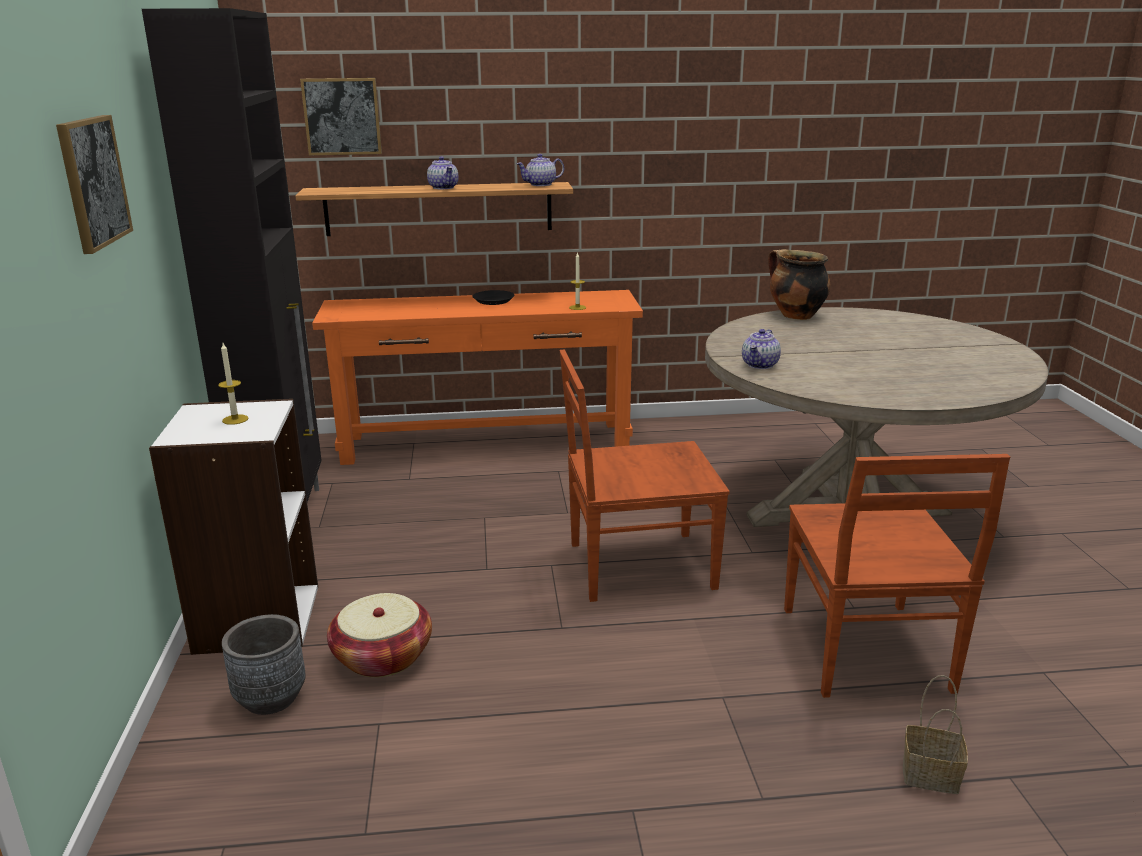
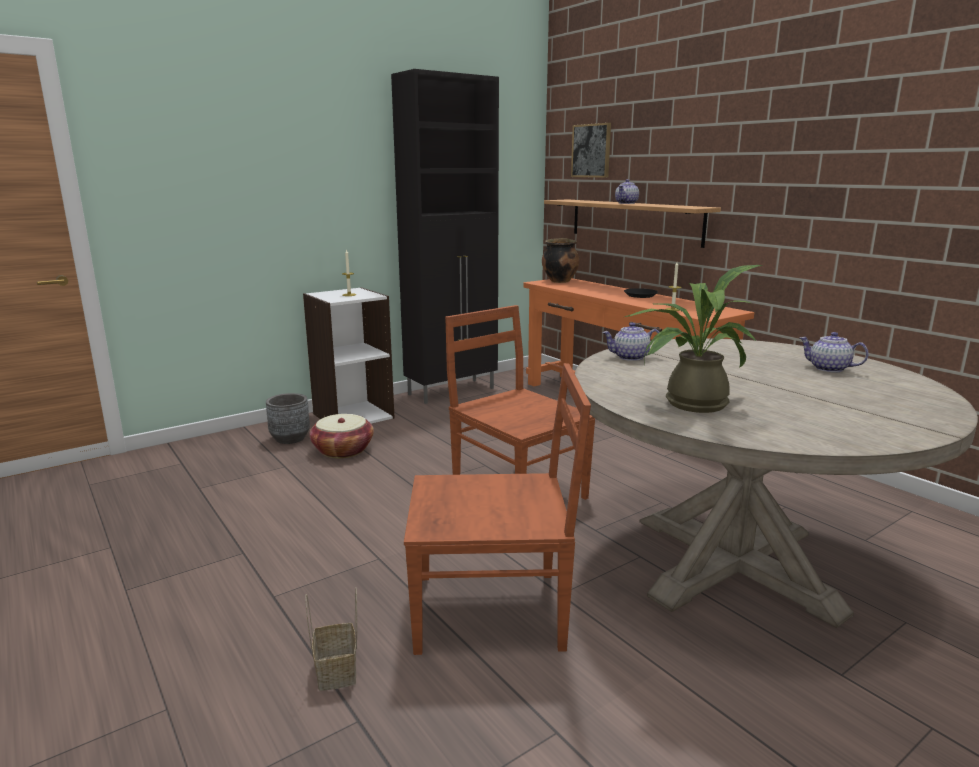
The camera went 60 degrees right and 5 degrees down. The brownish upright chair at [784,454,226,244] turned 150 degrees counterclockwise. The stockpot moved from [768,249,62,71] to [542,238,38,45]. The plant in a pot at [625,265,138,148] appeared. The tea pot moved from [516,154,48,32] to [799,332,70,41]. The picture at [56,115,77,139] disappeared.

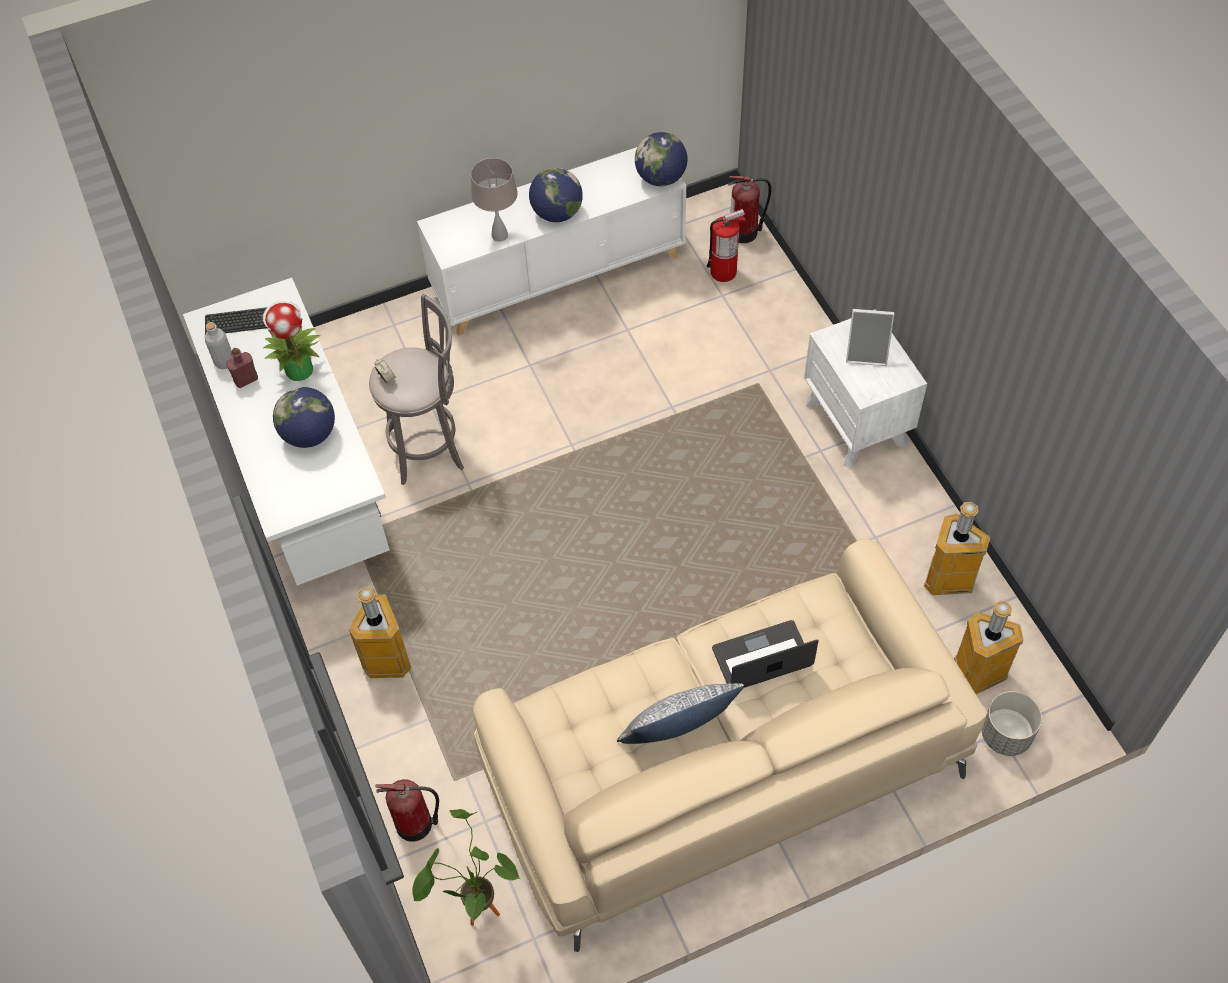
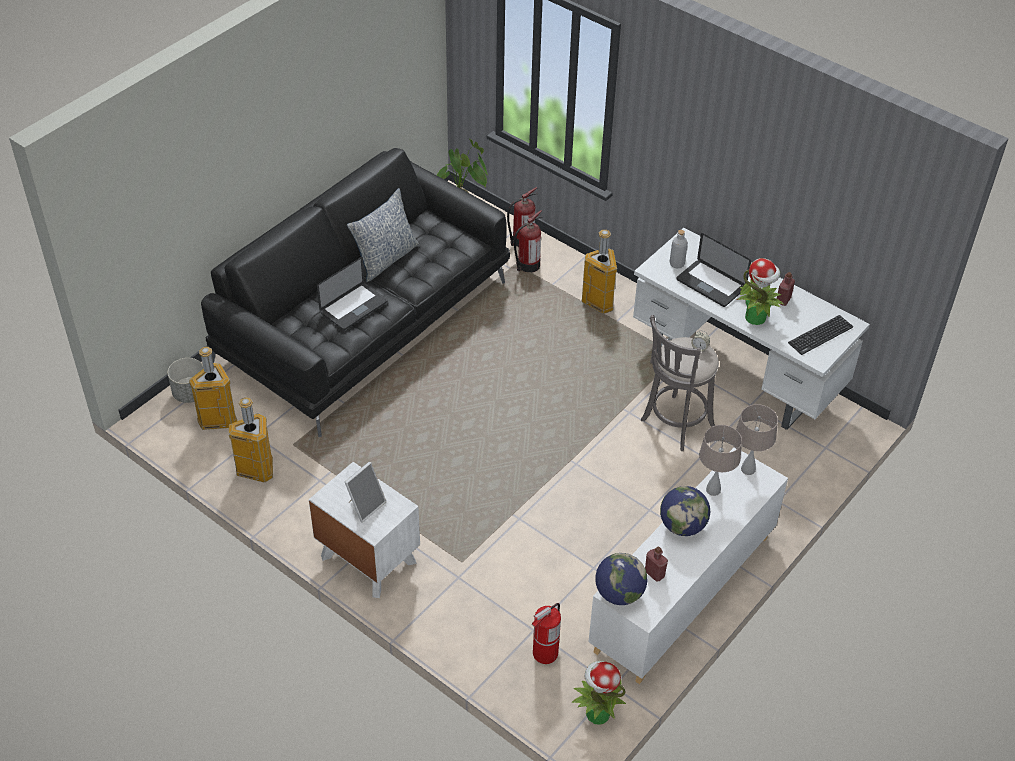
The camera went 150 degrees right and 10 degrees down. The beige couch at [473,539,514,413] became the black couch at [201,148,309,289]. The photo frame at [846,309,49,57] turned 150 degrees clockwise. The extinguisher moved from [728,176,43,67] to [514,210,28,63]. The plant in a pot at [571,661,55,64] appeared. The red beverage bottle at [645,547,23,35] appeared. The gray beverage bottle moved from [205,322,28,47] to [670,230,18,38]. The world globe at [273,387,62,61] was replaced by the laptop at [676,233,75,74]. The beige tabletop lamp at [736,404,42,71] appeared.

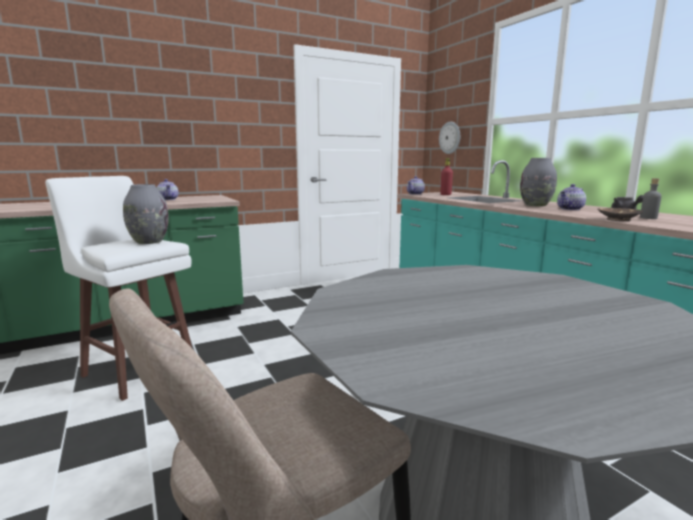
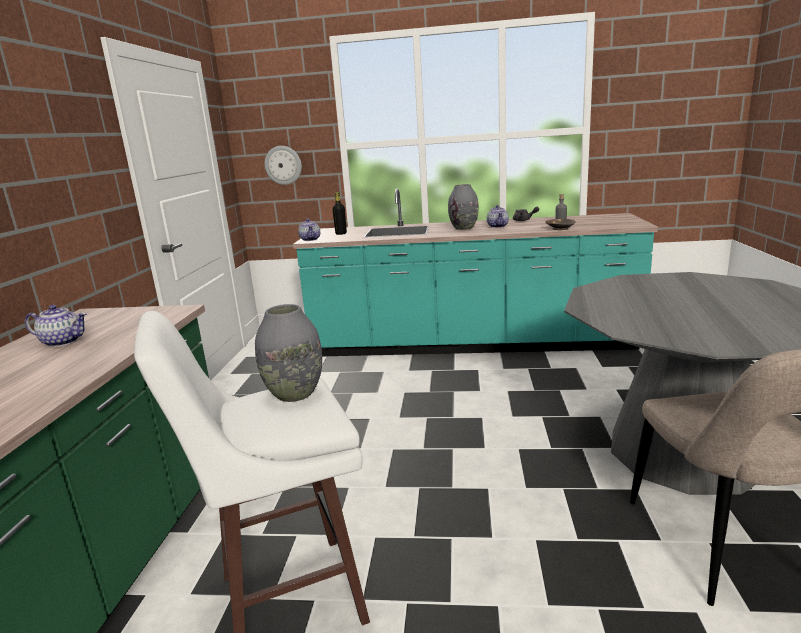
The camera went 55 degrees left and 5 degrees up. The red beverage bottle at [441,158,12,37] became the black beverage bottle at [332,192,15,43].

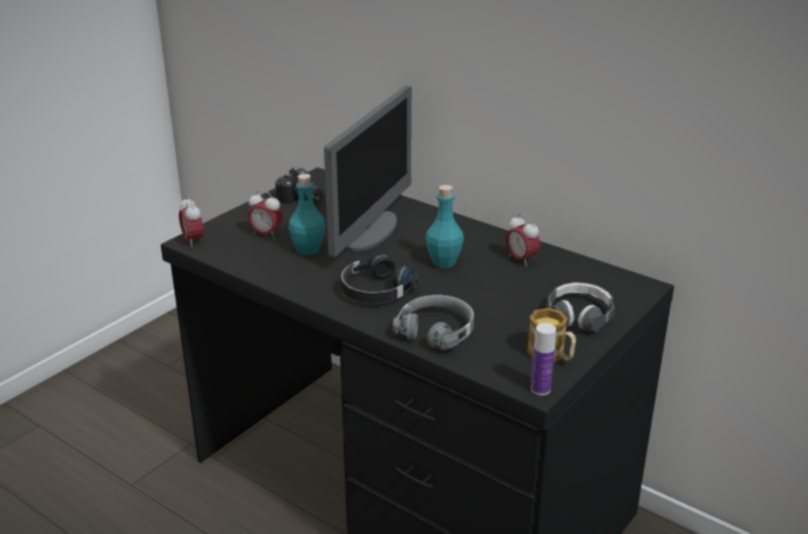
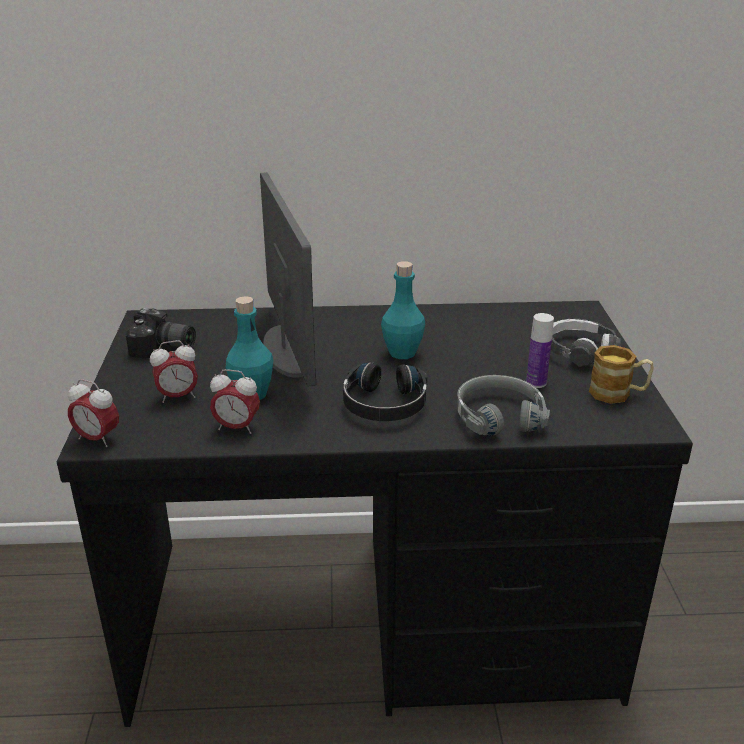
The camera went 40 degrees left and 0 degrees up. The alarm clock moved from [505,214,35,52] to [210,369,50,65]. The beverage bottle moved from [531,323,25,72] to [526,313,28,75].

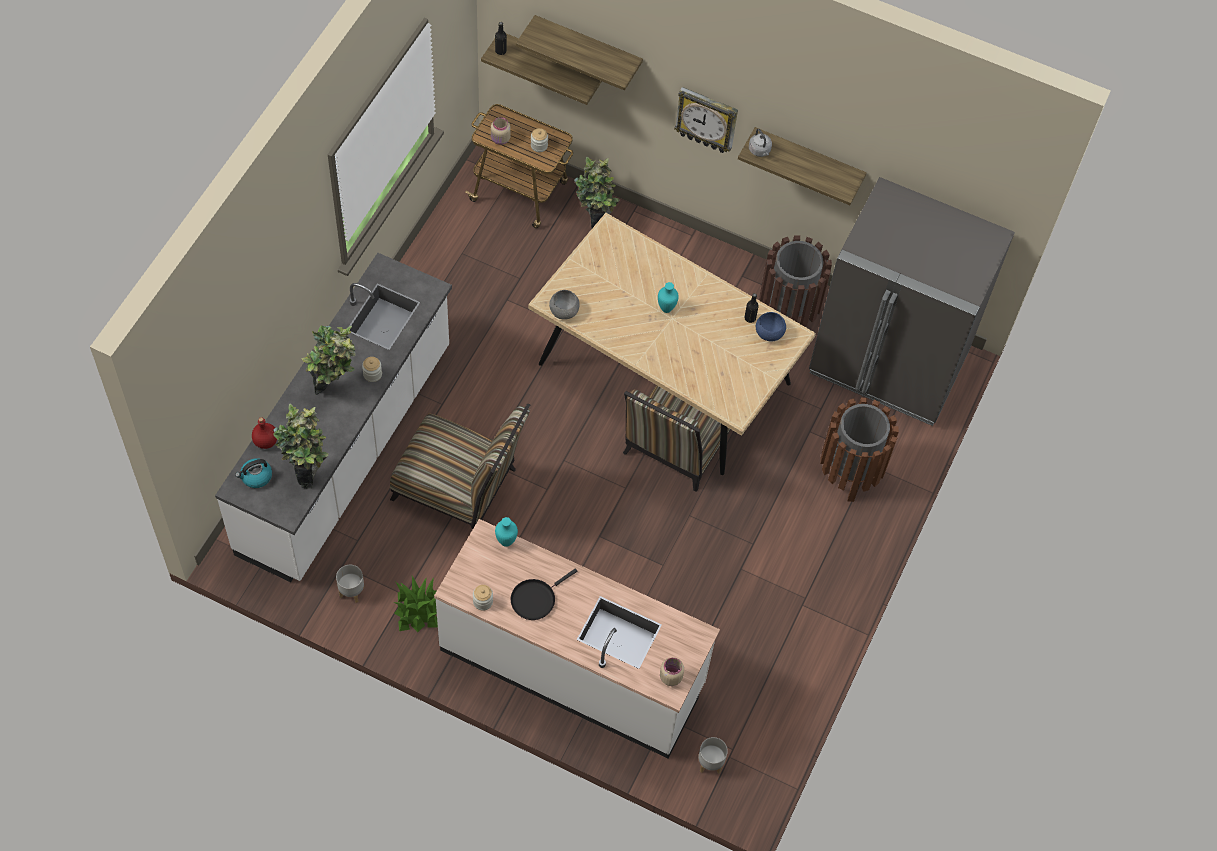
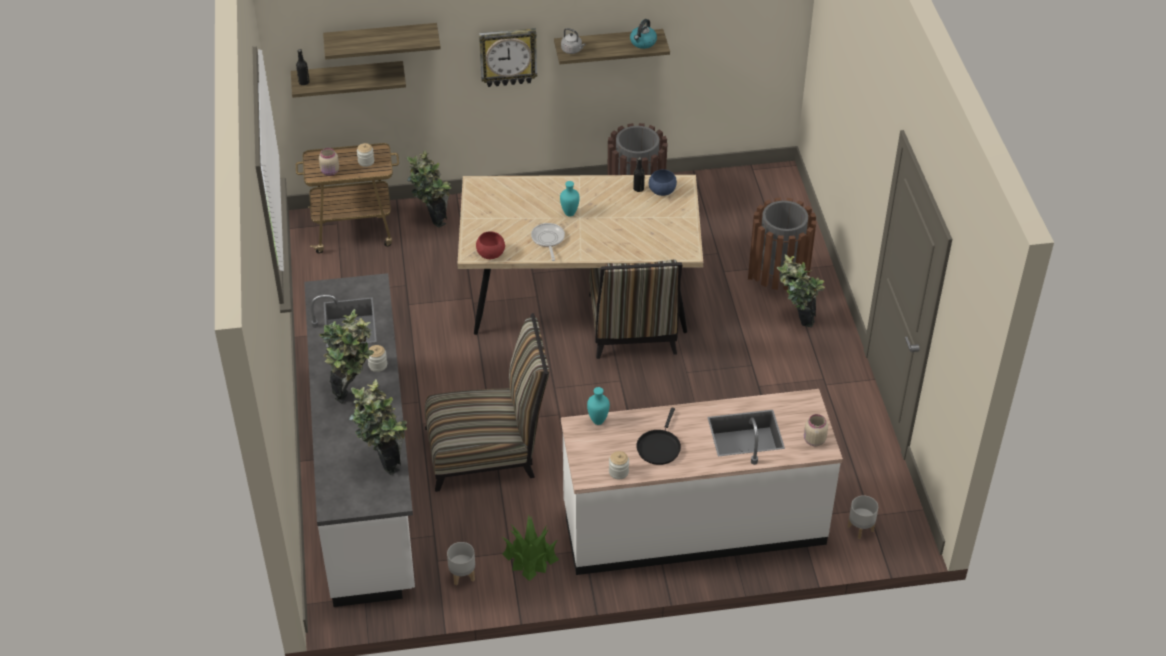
The camera went 30 degrees left and 15 degrees down. The gray bowl at [549,290,31,30] became the red bowl at [476,231,29,28]. The pan at [531,223,34,38] appeared. The tea kettle moved from [235,458,37,30] to [630,19,27,30]. The plant in a pot at [777,254,48,73] appeared. The red beverage bottle at [252,417,25,32] disappeared. The gray kitchen fridge at [809,177,206,249] disappeared.

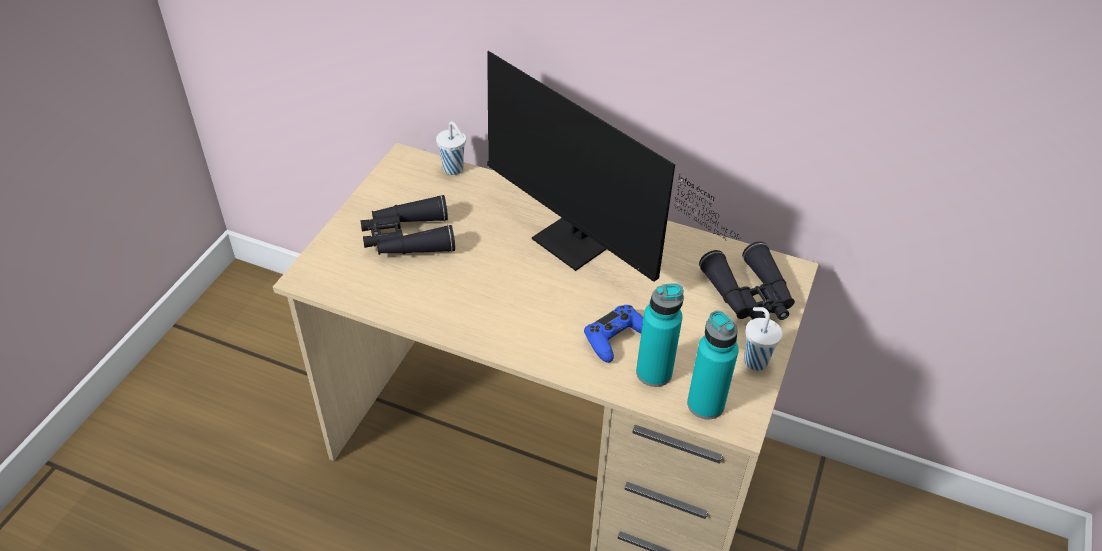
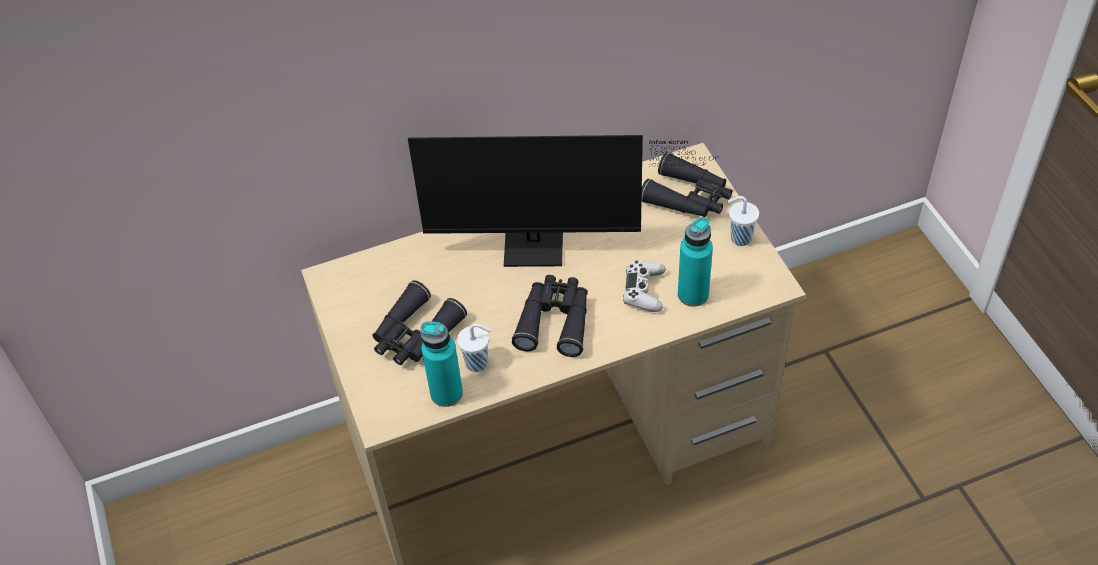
The camera went 40 degrees left and 5 degrees up. The turquoise-coloured beverage bottle moved from [687,310,52,109] to [420,321,43,86]. The whitish small cup moved from [436,121,30,54] to [457,323,35,49]. The black field glasses at [512,275,76,82] appeared. The bluish joypad at [584,305,59,58] became the whitish joypad at [623,260,43,52].

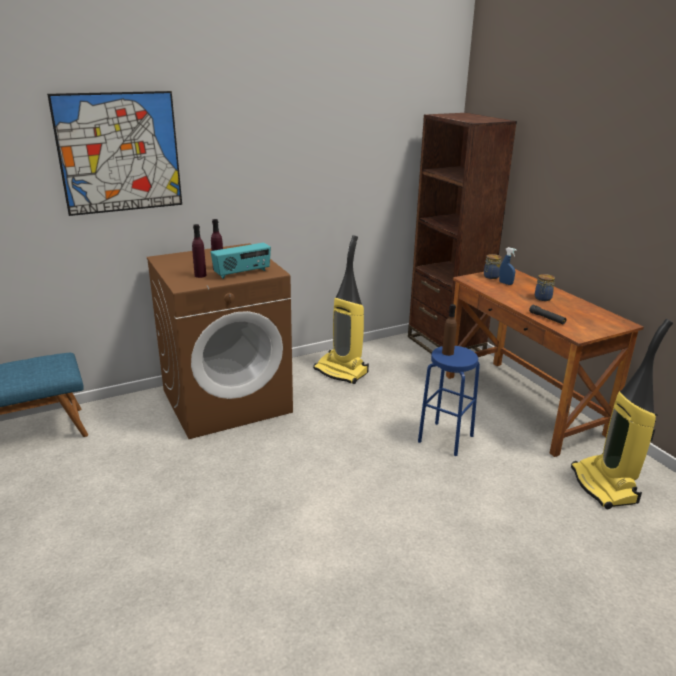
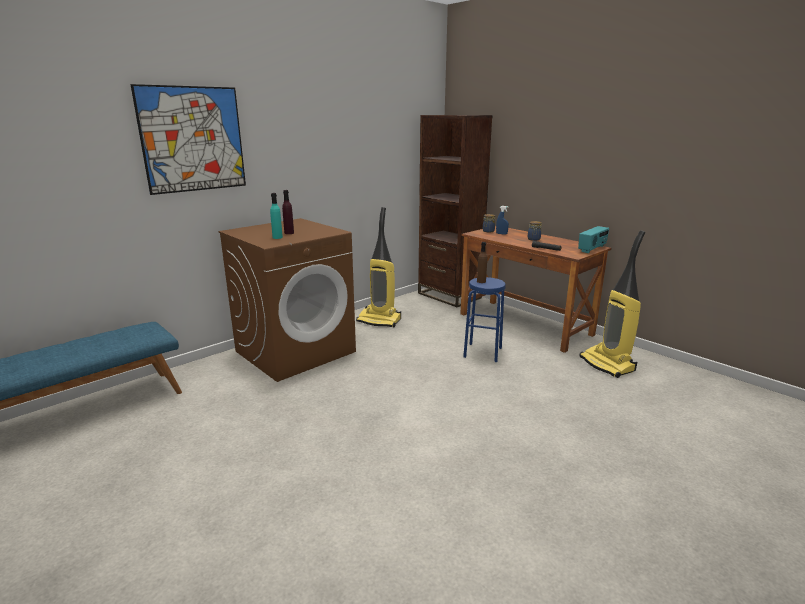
The camera went 15 degrees left and 5 degrees down. The purple-coloured beverage bottle at [192,224,14,54] became the turquoise-coloured beverage bottle at [270,193,13,46]. The radio receiver moved from [211,243,60,36] to [578,226,31,27].

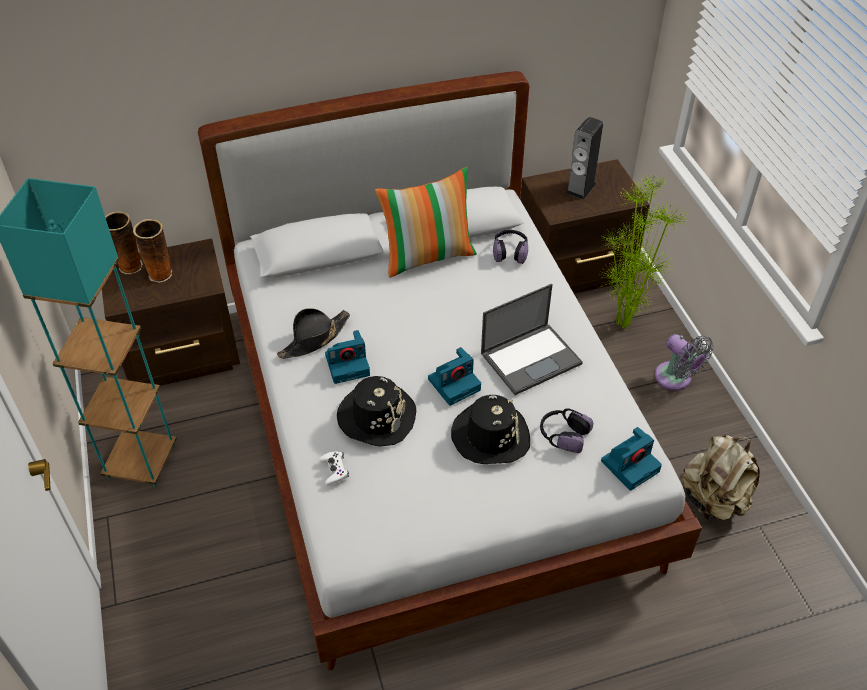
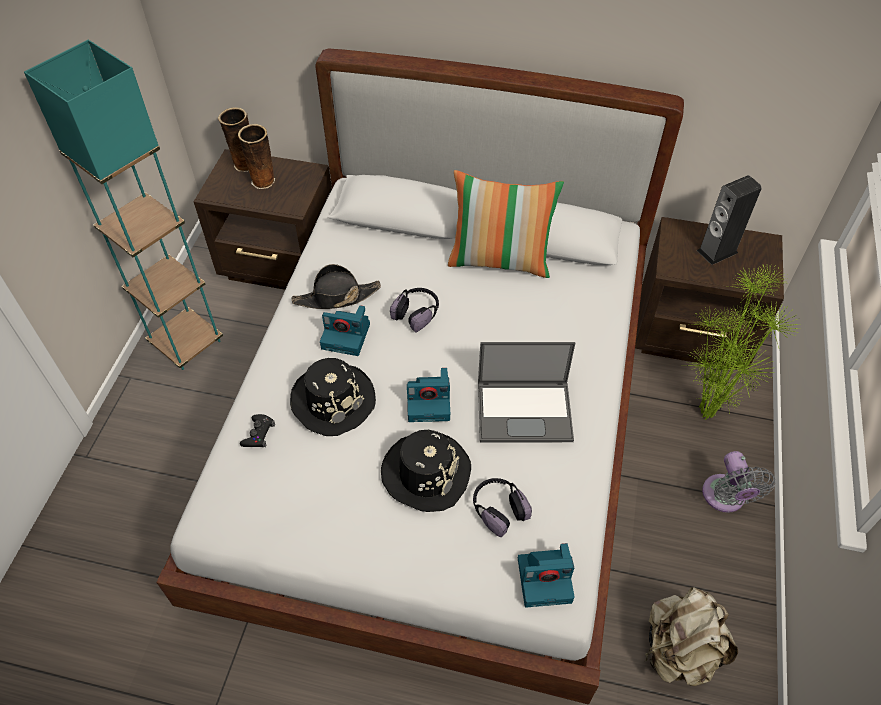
The camera went 30 degrees right and 5 degrees up. The whitish joypad at [319,451,30,35] became the black joypad at [240,414,35,33]. The headset moved from [493,230,35,34] to [390,288,49,44].

